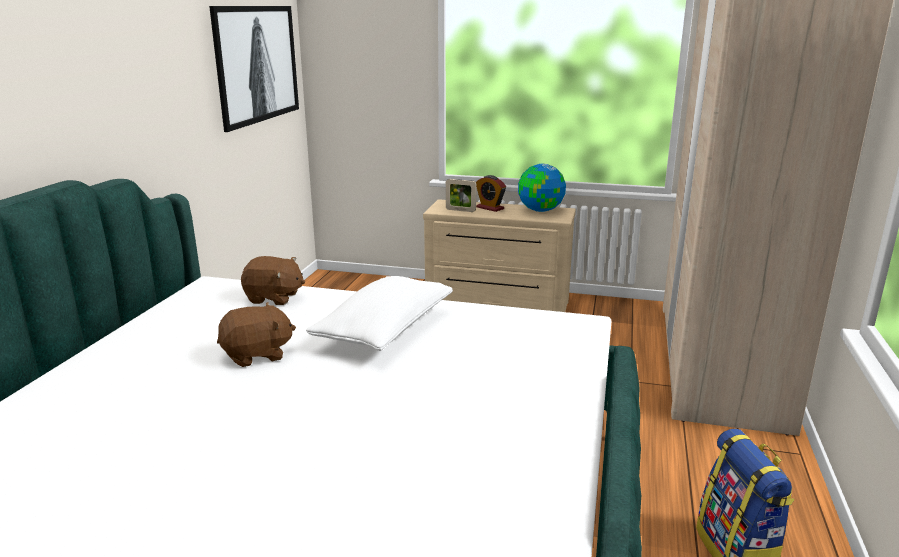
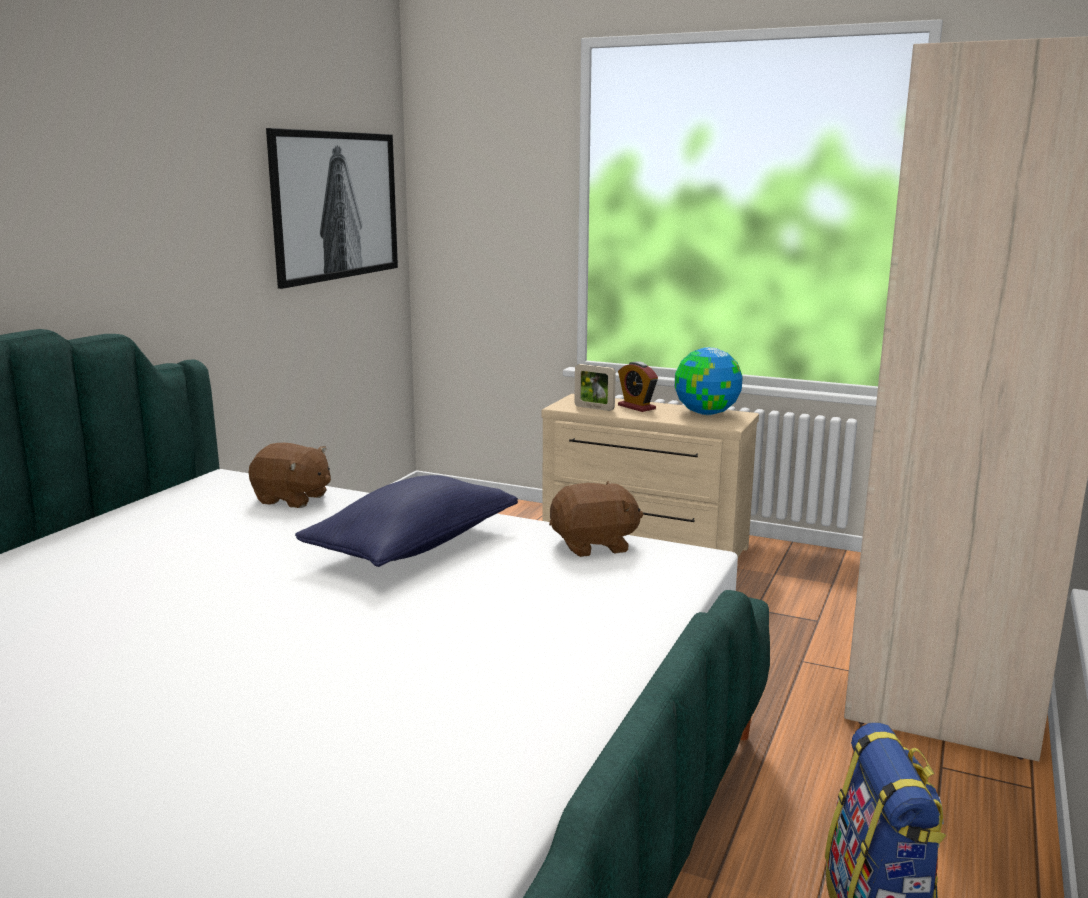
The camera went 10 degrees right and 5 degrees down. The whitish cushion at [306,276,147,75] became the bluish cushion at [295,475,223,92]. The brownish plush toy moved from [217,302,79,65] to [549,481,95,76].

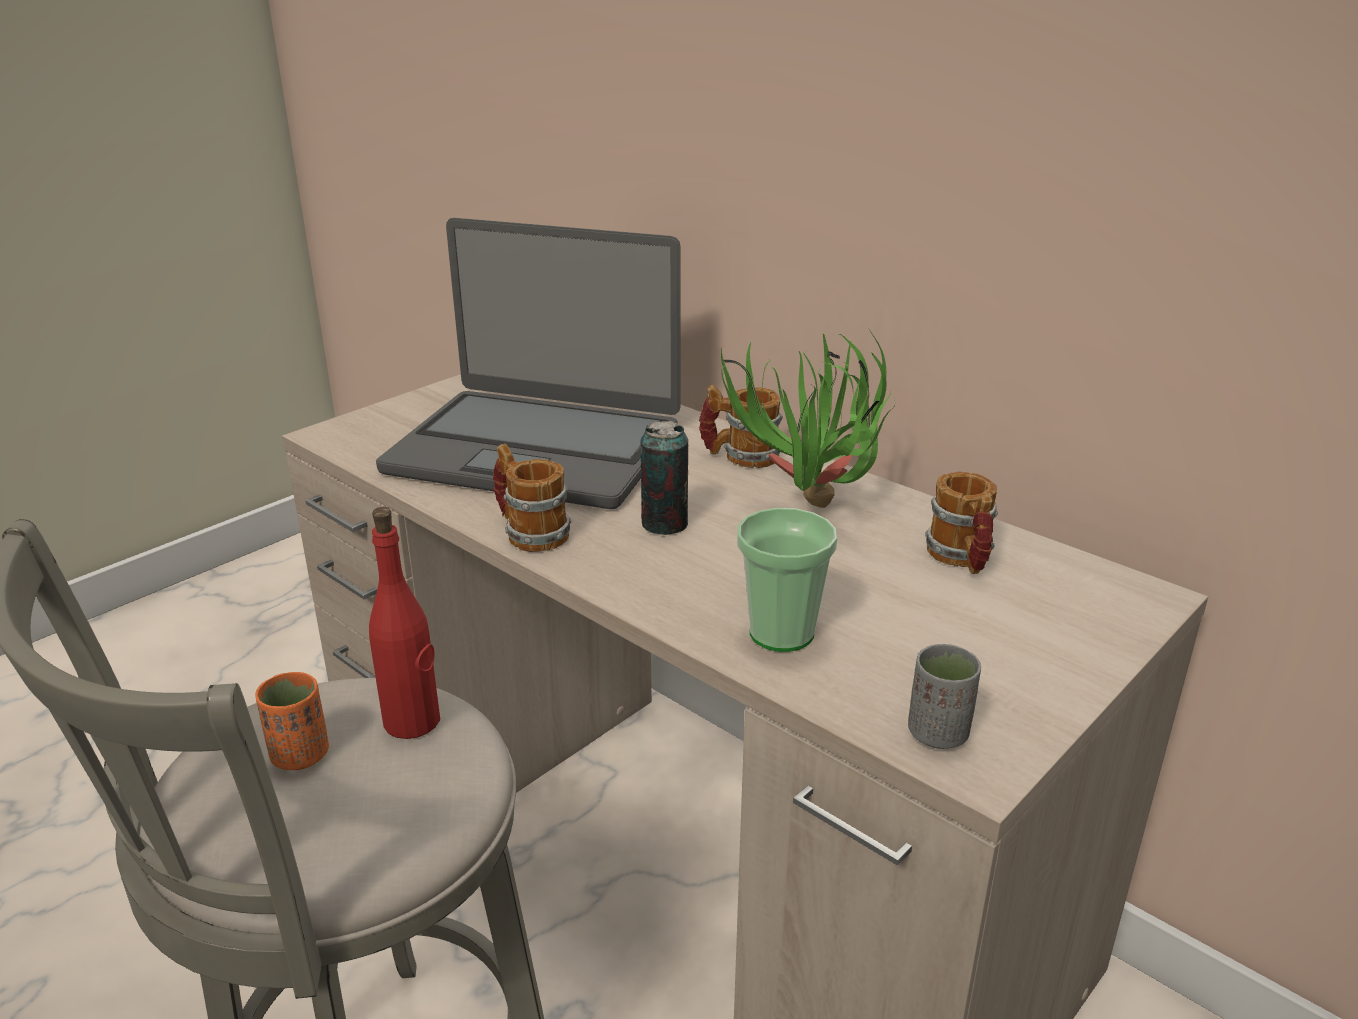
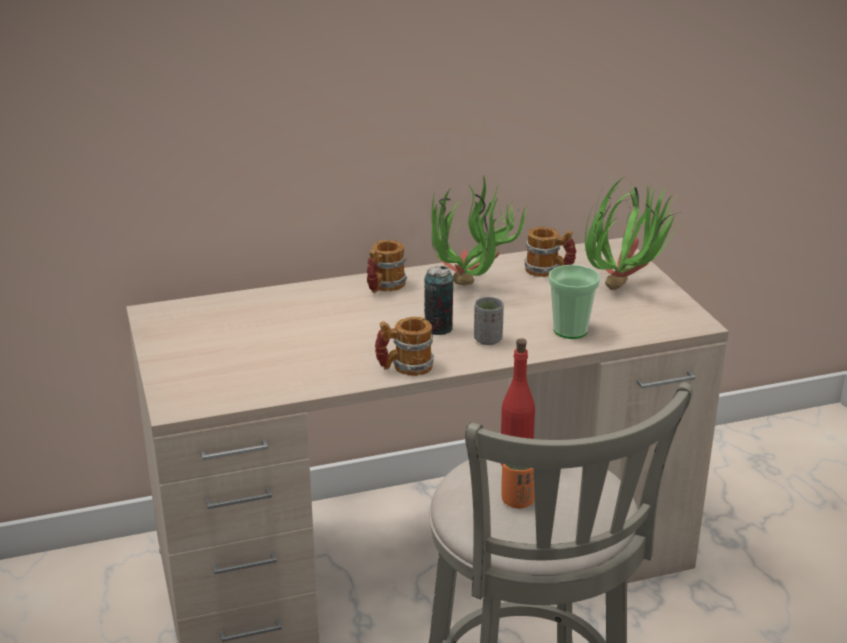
The camera went 60 degrees left and 0 degrees up. The gray small cup moved from [908,644,73,105] to [474,297,30,48]. The plant in a pot at [585,177,97,113] appeared. The laptop at [376,218,304,291] disappeared.

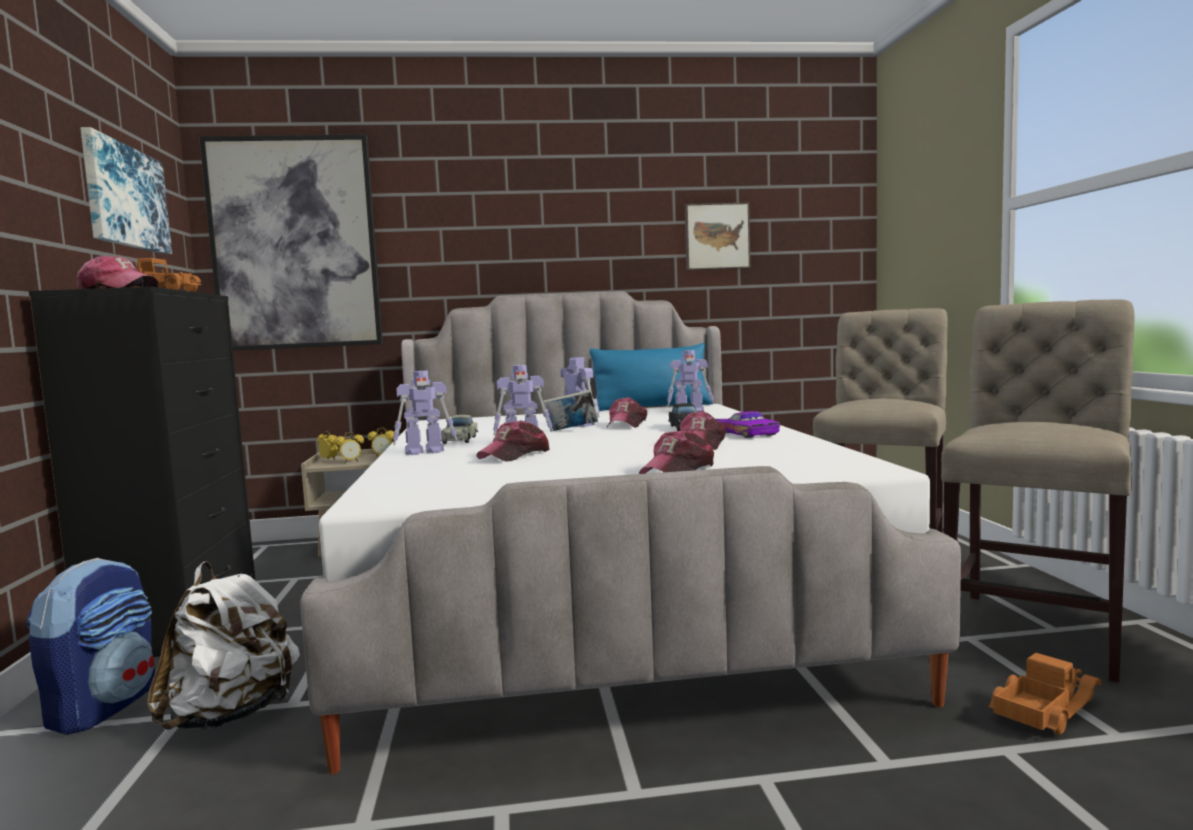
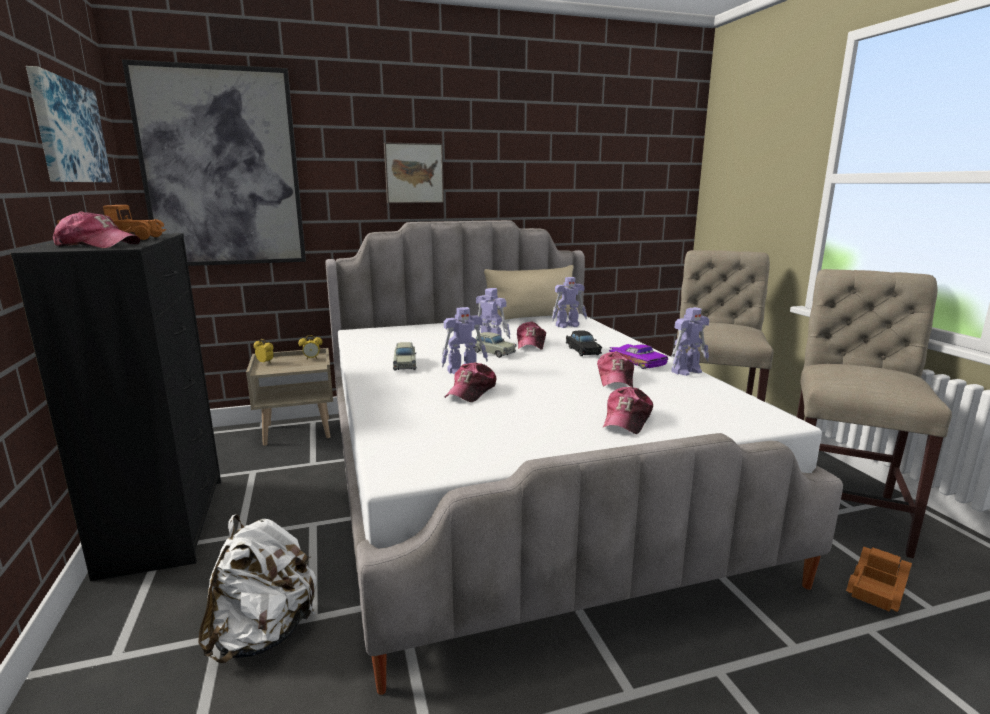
The camera went 10 degrees left and 10 degrees up. The picture moved from [685,203,65,67] to [384,143,60,60]. The book at [543,390,55,41] was replaced by the beige model car at [473,332,44,26]. The bluish cushion at [590,343,122,68] became the beige cushion at [484,265,95,57]. The model robot moved from [393,371,64,84] to [671,307,38,69]. The rucksack at [26,558,129,177] disappeared. The alarm clock at [335,432,29,31] disappeared.

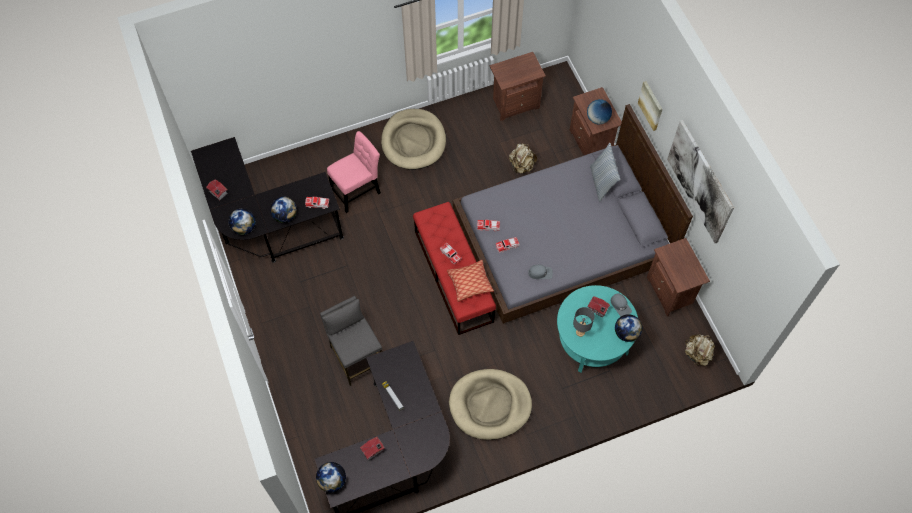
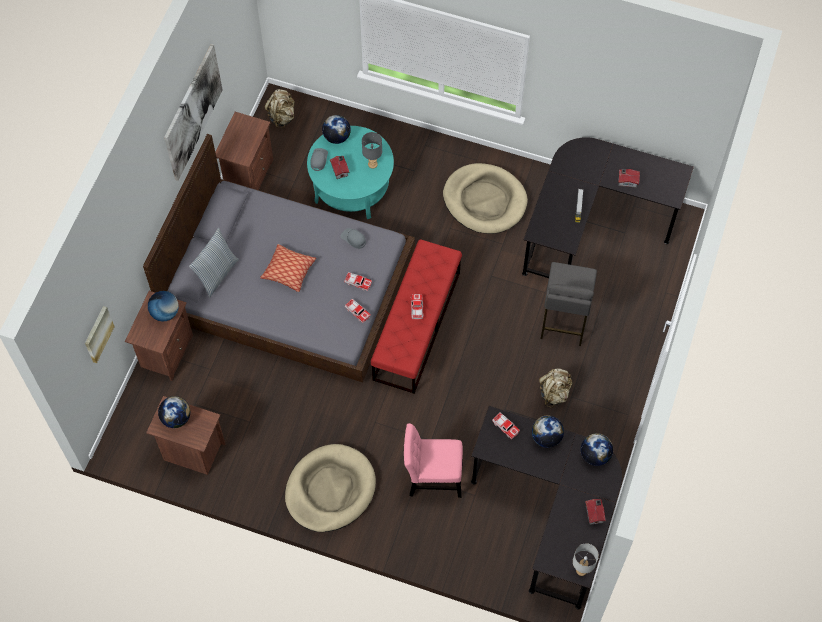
The camera went 140 degrees left and 0 degrees up. The picture moved from [638,81,25,50] to [85,306,30,57]. The world globe moved from [316,462,30,31] to [158,396,32,32]. The cushion moved from [447,260,47,42] to [260,244,56,48]. The beige rucksack moved from [509,143,28,31] to [539,368,34,40]. The gray tabletop lamp at [573,543,26,33] appeared.

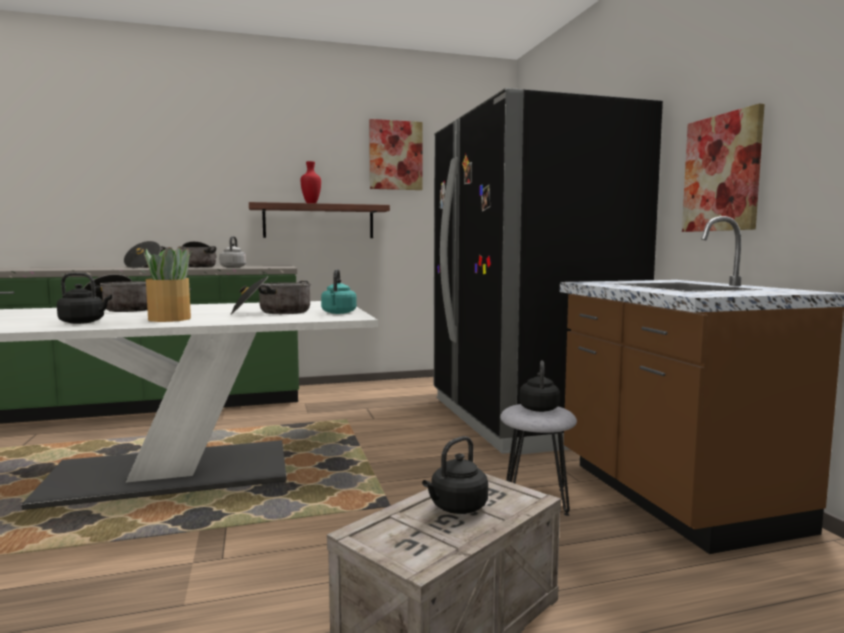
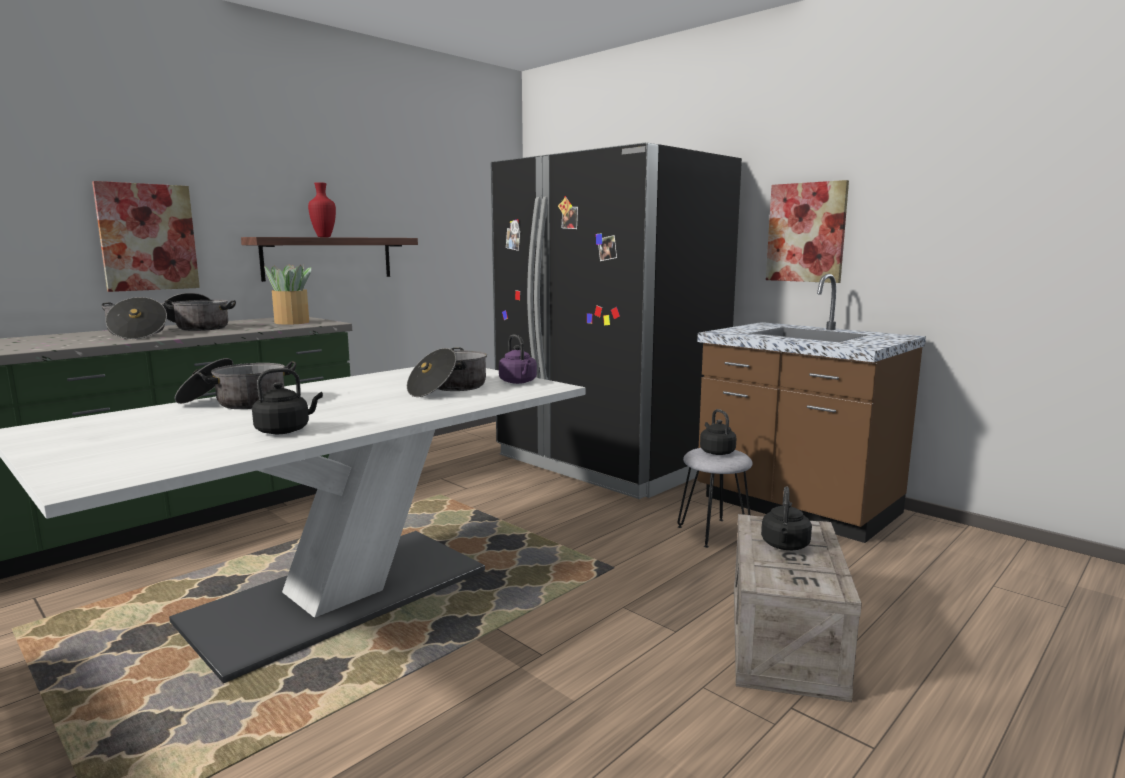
The camera went 30 degrees left and 5 degrees up. The picture moved from [369,119,53,71] to [92,181,108,111]. The plant in a pot moved from [144,247,47,75] to [264,265,47,60]. The turquoise-coloured tea kettle at [321,269,36,45] became the purple-coloured tea kettle at [499,335,38,49]. The gray tea kettle at [219,236,27,32] disappeared.

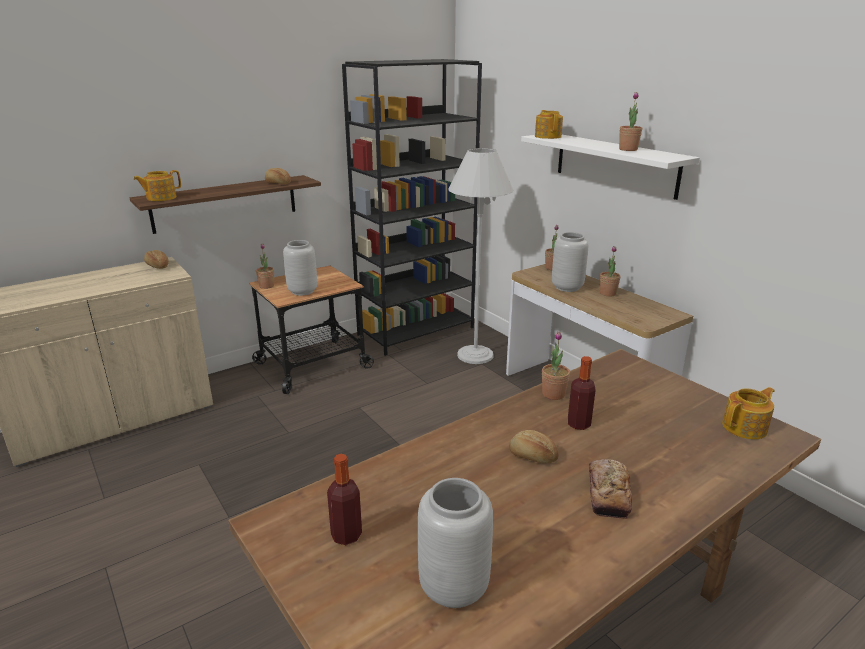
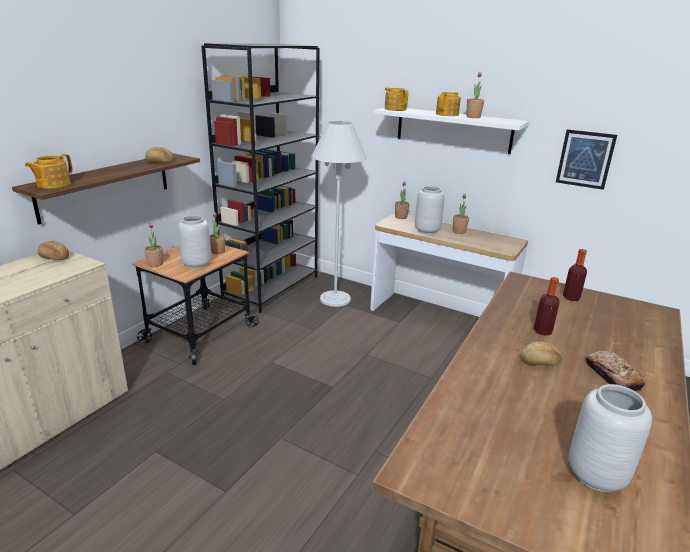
The camera went 25 degrees left and 0 degrees up. The plant in a pot moved from [542,331,28,69] to [210,212,15,42]. The tea pot moved from [722,387,53,52] to [436,92,25,24]. The picture at [556,129,61,61] appeared. The beverage bottle moved from [327,454,35,91] to [563,249,24,52].

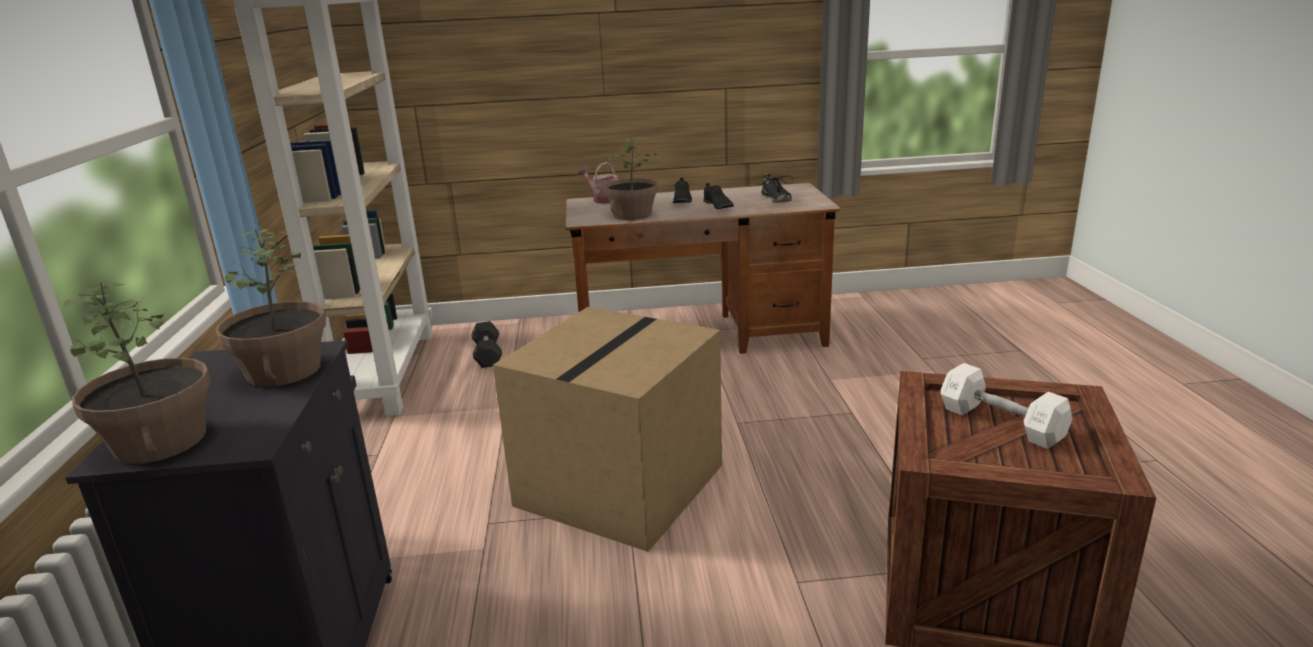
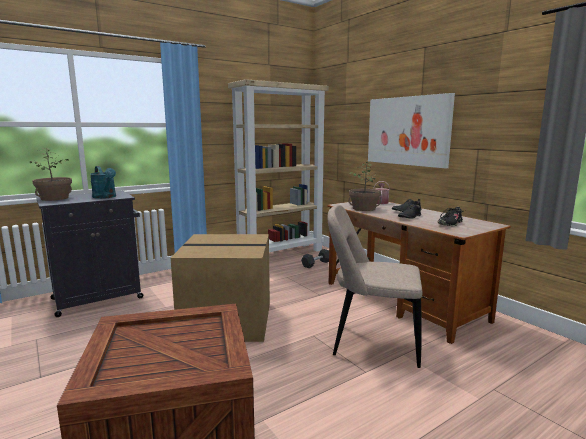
The camera went 60 degrees right and 10 degrees down. The plant in a pot at [216,228,110,159] was replaced by the turquoise-coloured sprinkling can at [90,166,26,33]. The beige upright chair at [328,205,94,163] appeared. The picture at [368,93,87,76] appeared. The whitish hand weight at [941,363,131,86] disappeared.

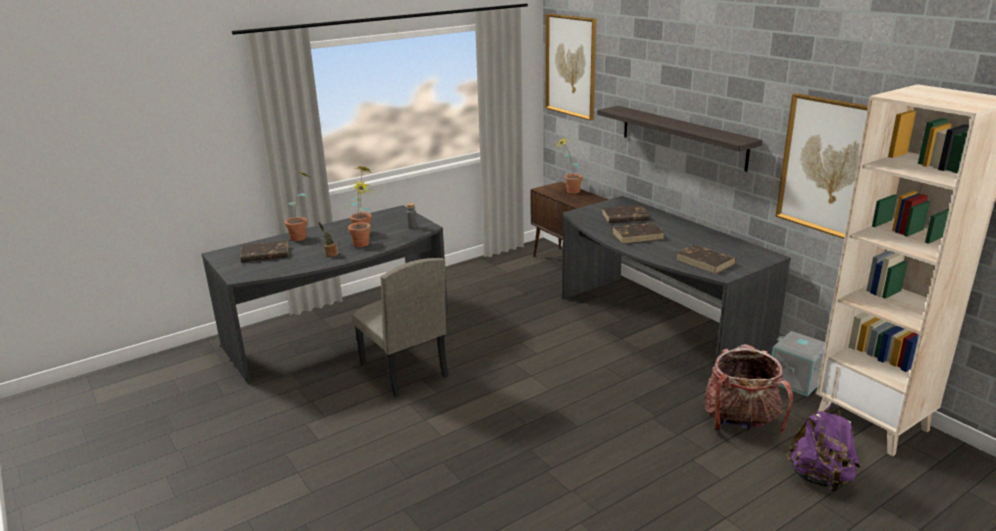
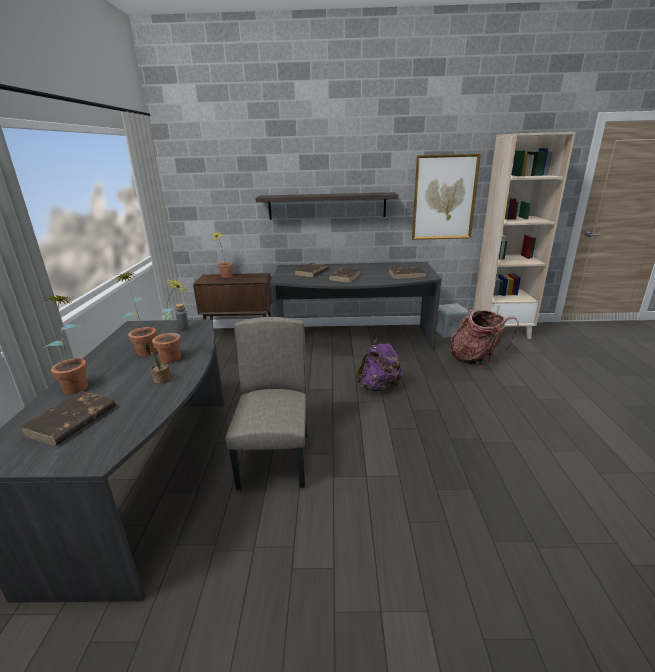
The camera went 55 degrees left and 0 degrees up. The beige upright chair at [352,258,96,139] turned 90 degrees counterclockwise. The purple-coloured rucksack moved from [785,404,76,87] to [356,338,47,54]. The picture at [545,13,51,108] disappeared.

